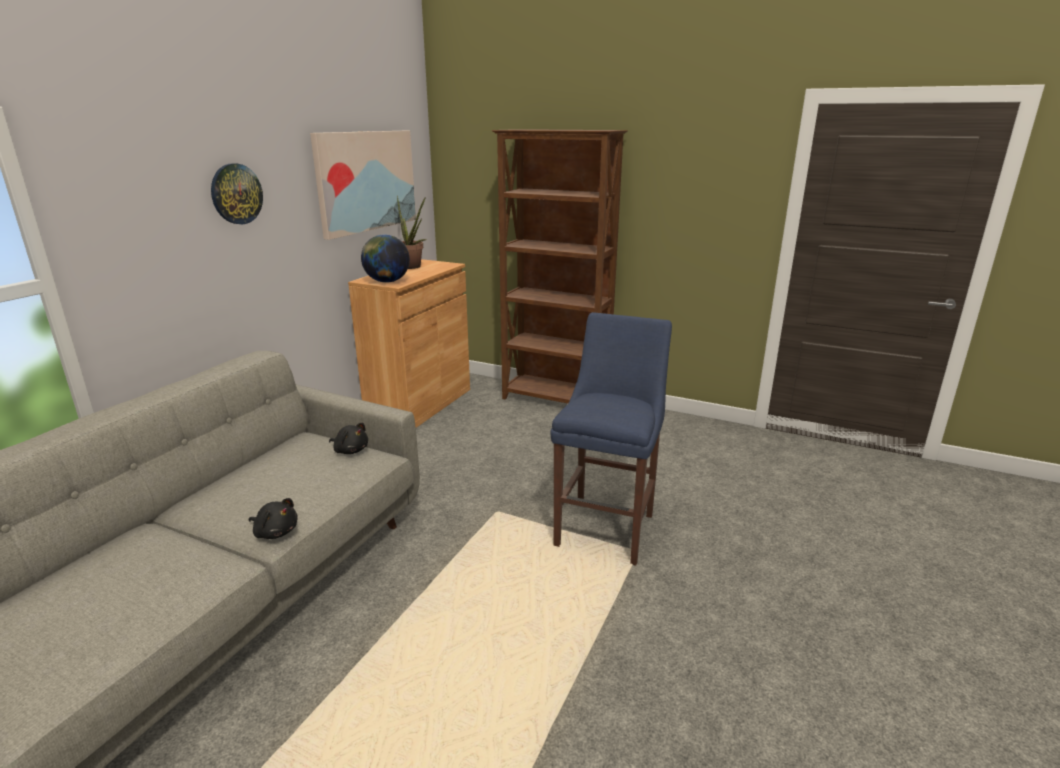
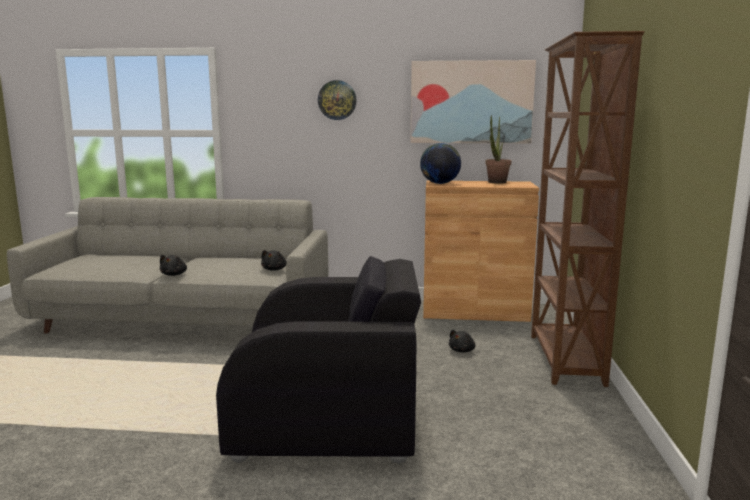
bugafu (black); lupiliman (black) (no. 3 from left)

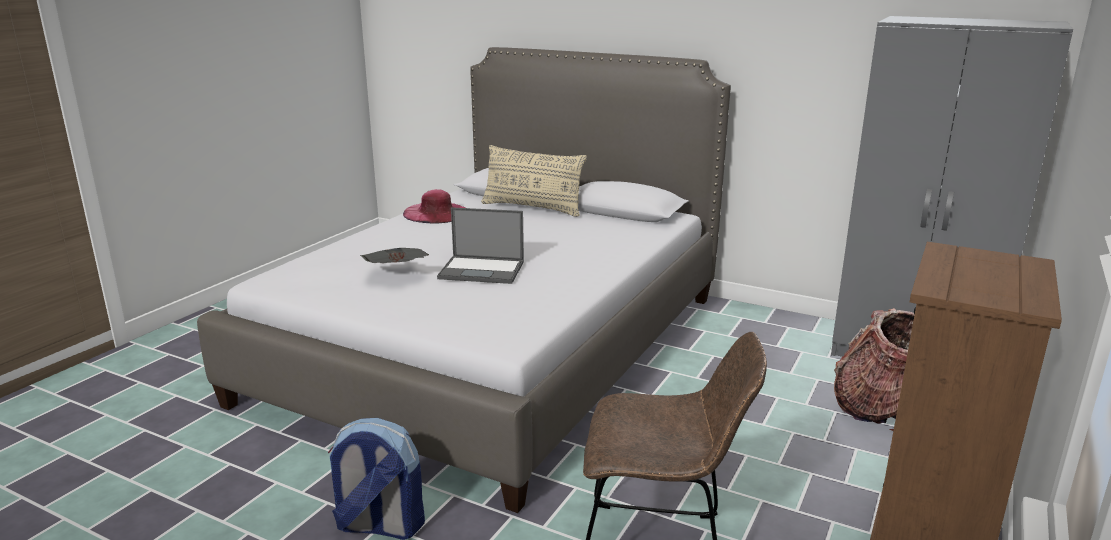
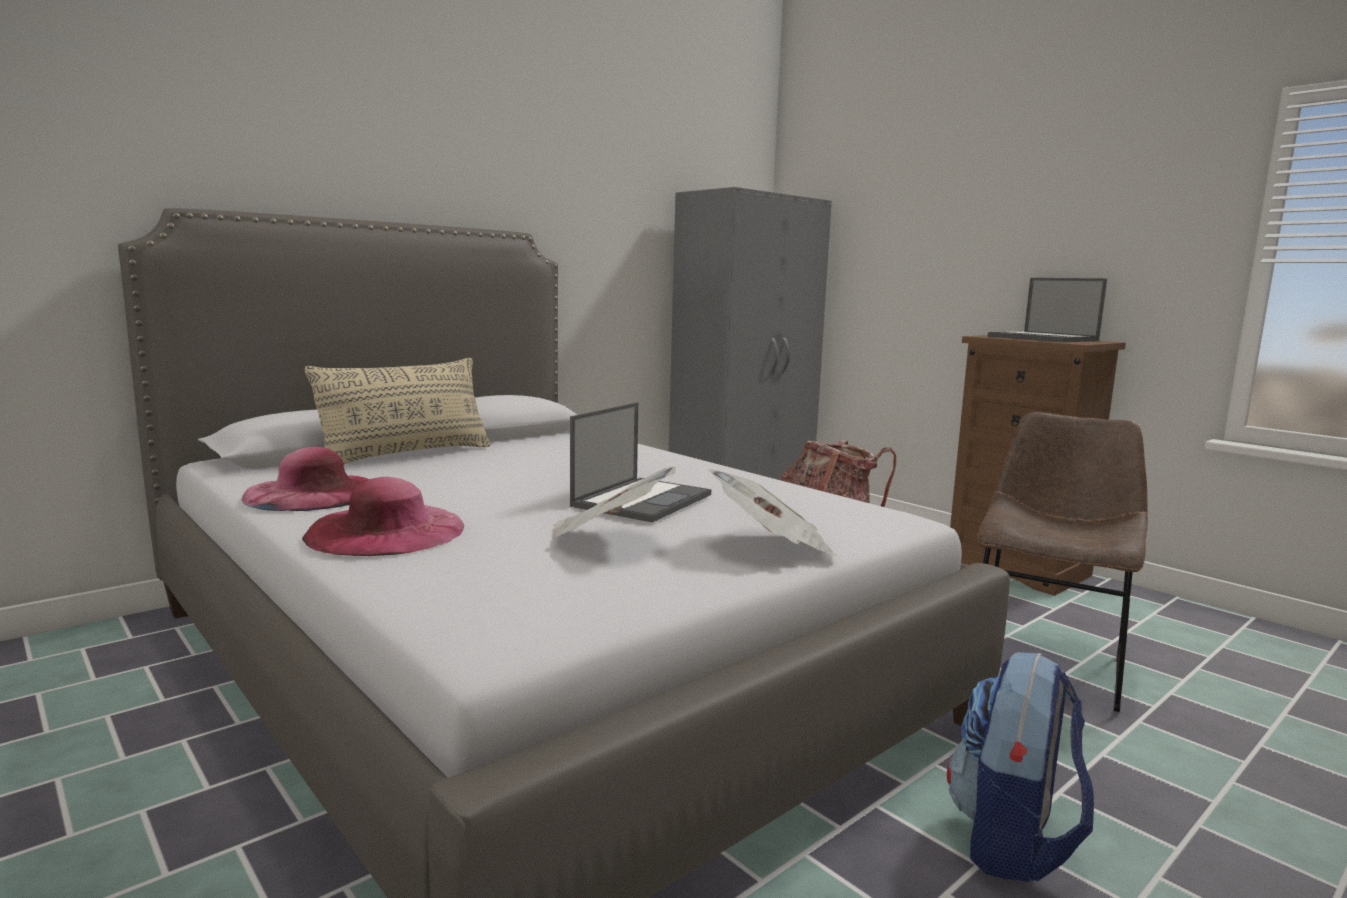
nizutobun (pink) (no. 2 from left); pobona (no. 2 from left); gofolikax (no. 2 from left)

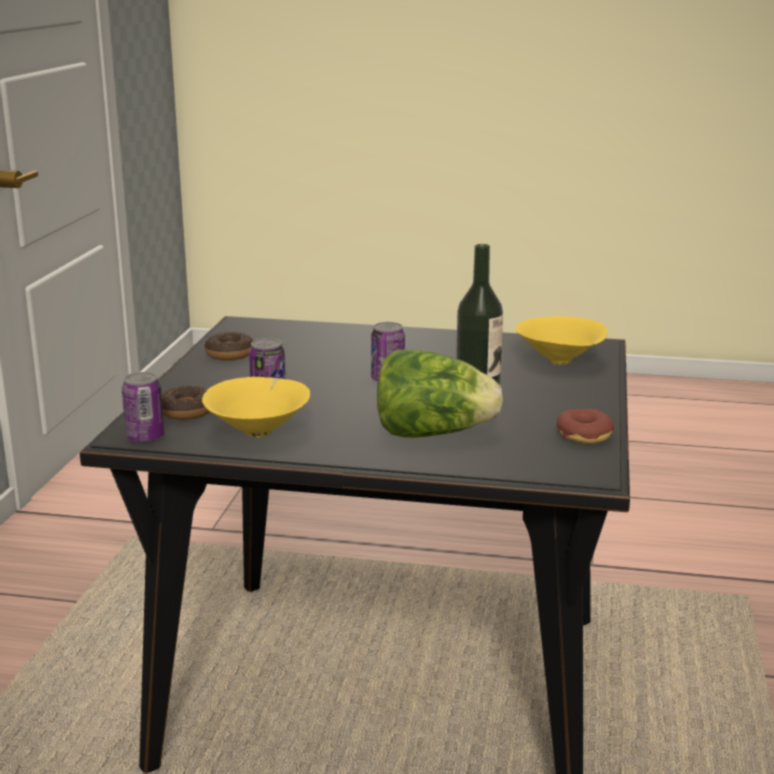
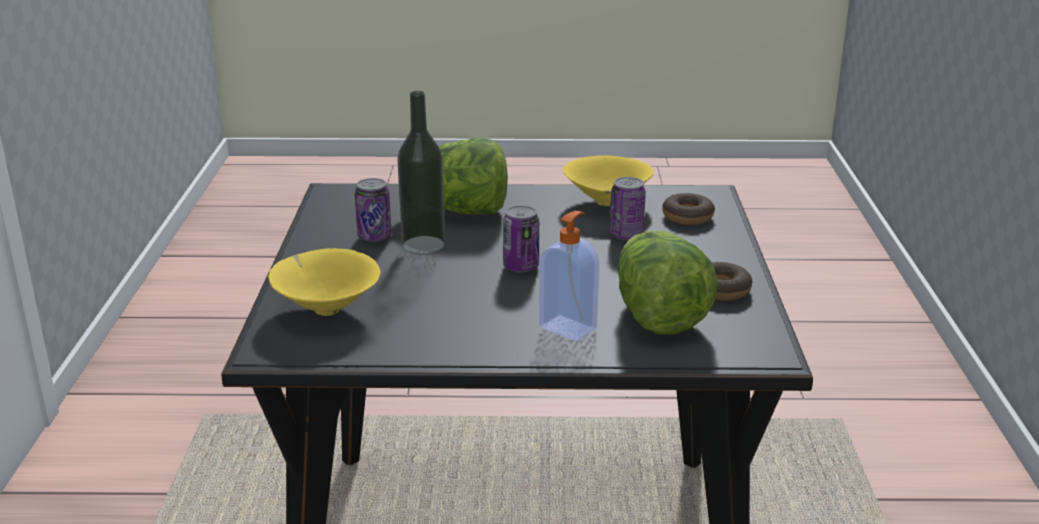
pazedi (no. 1 from left); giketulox; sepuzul (no. 2 from left); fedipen (no. 3 from left in the first image)

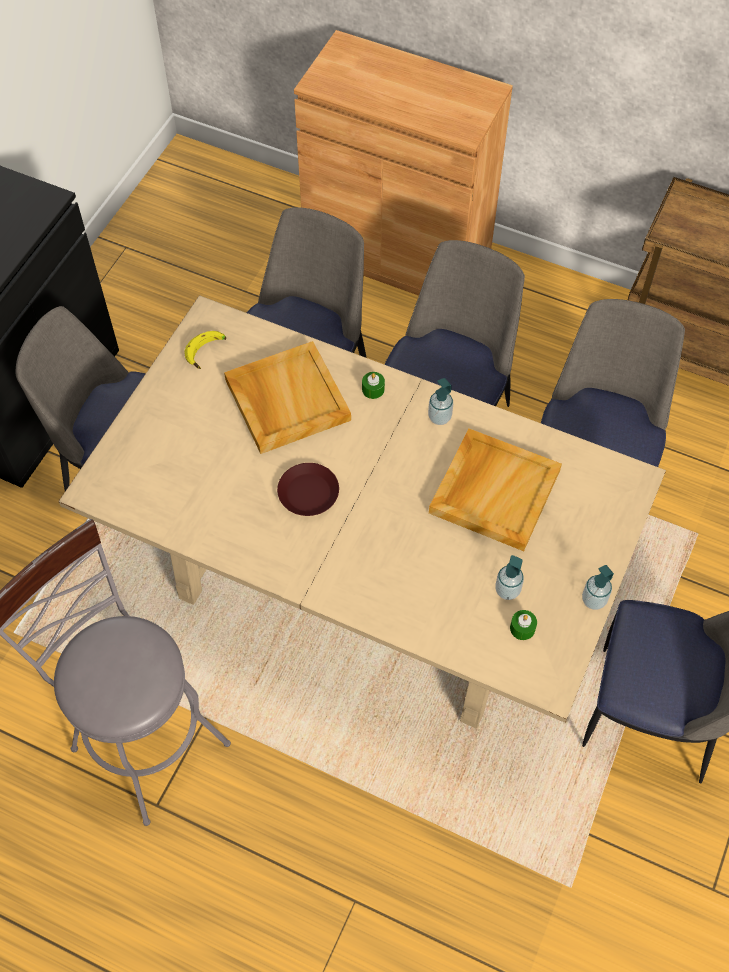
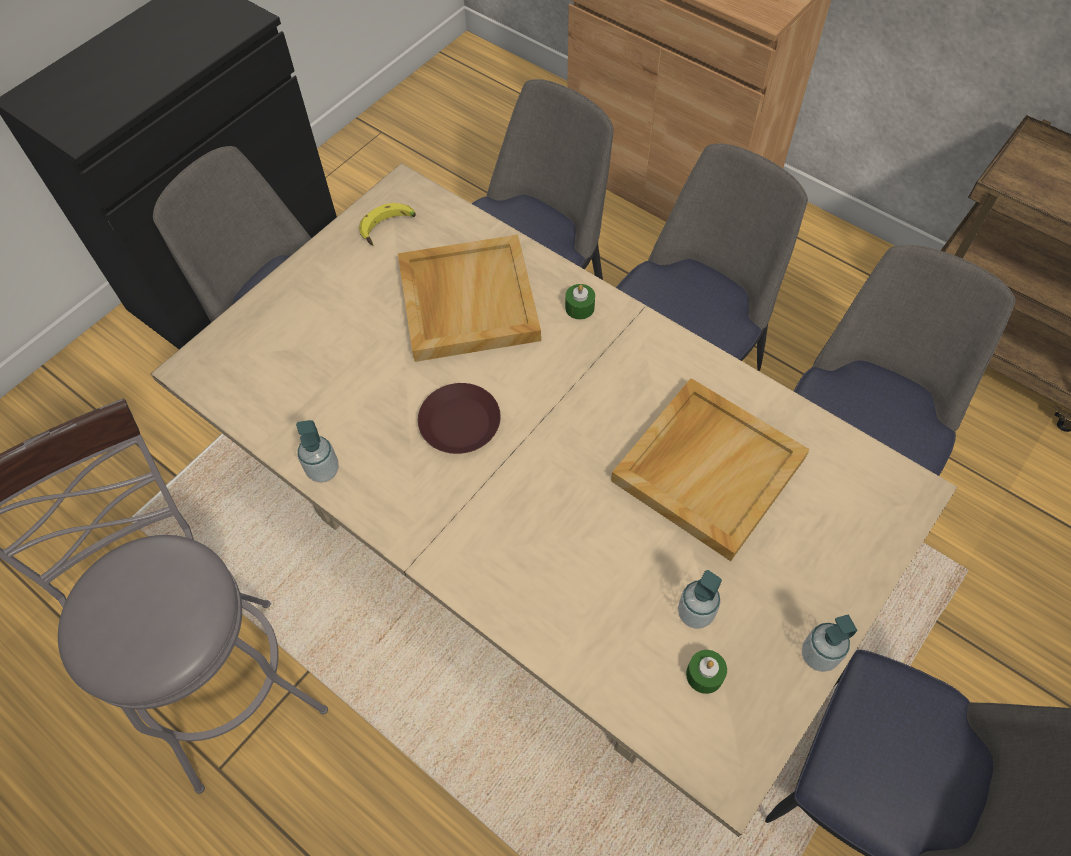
giketulox (no. 1 from left)

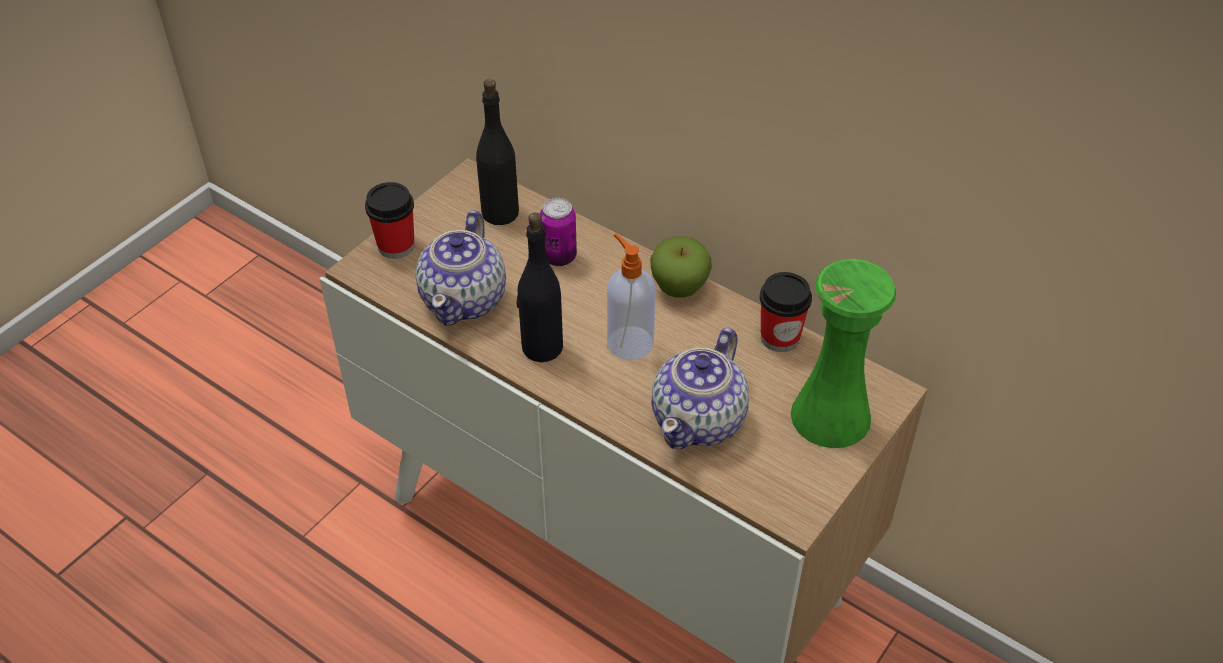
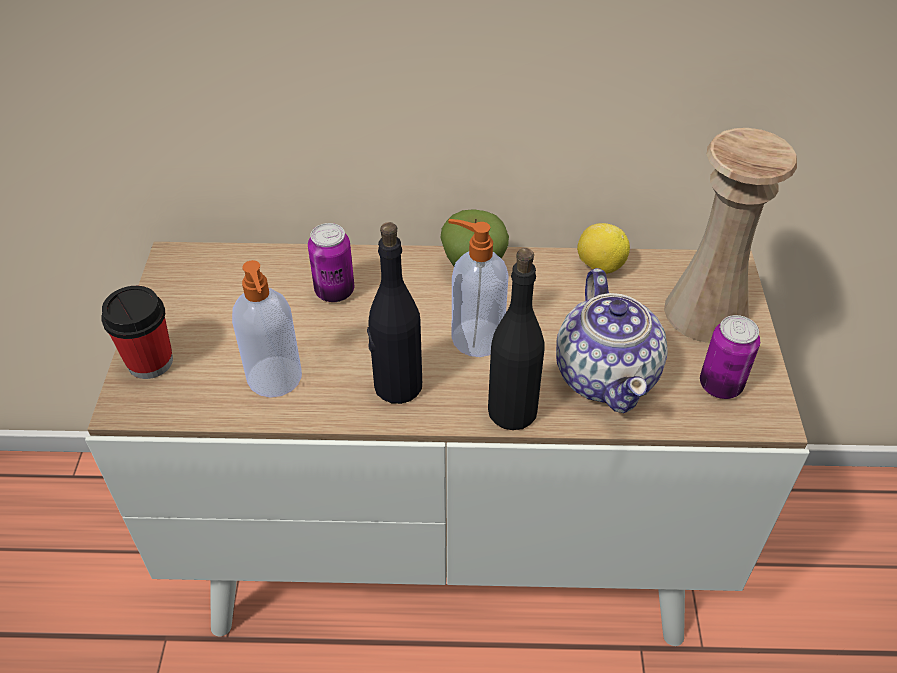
giketulox (no. 1 from left); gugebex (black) (no. 2 from left); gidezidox; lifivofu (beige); pazedi (no. 2 from left)

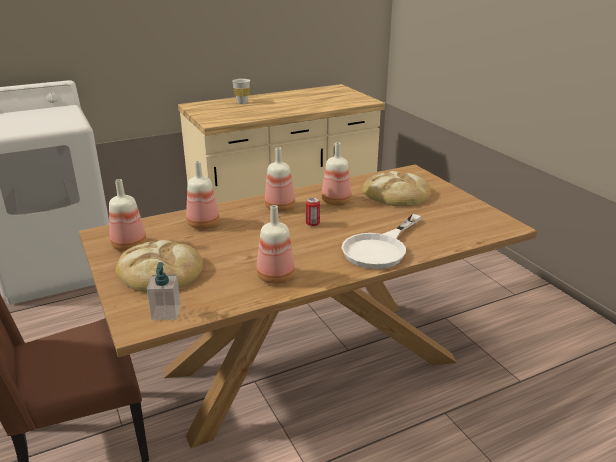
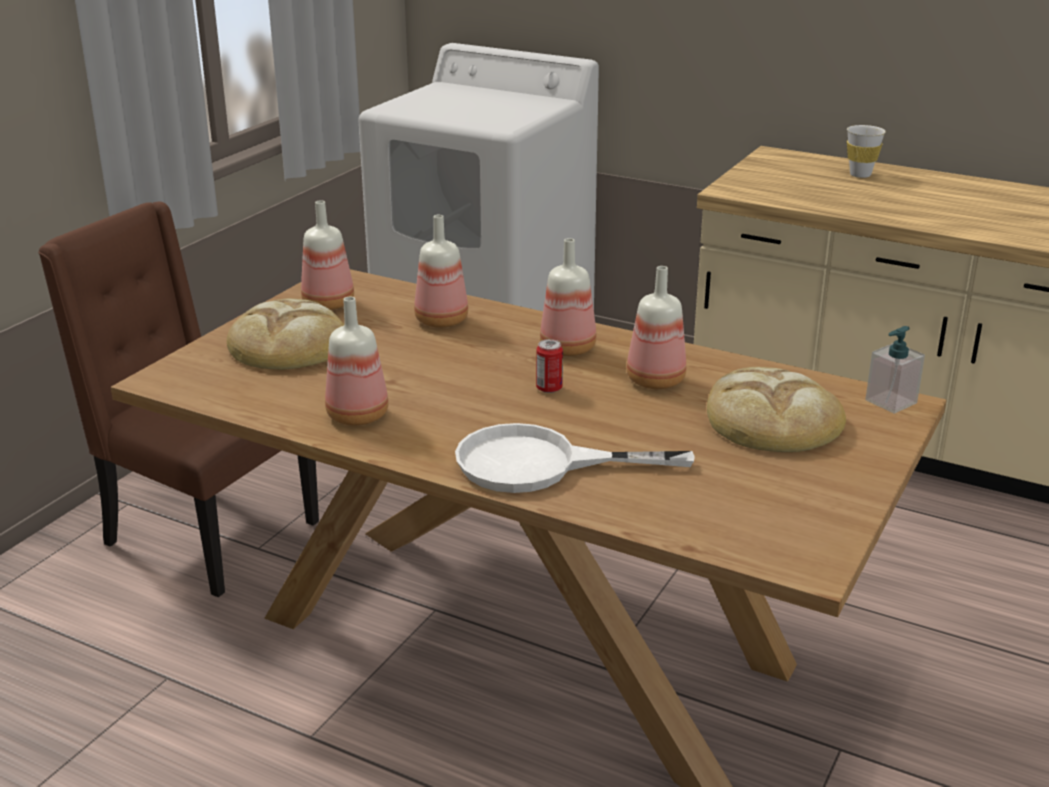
giketulox

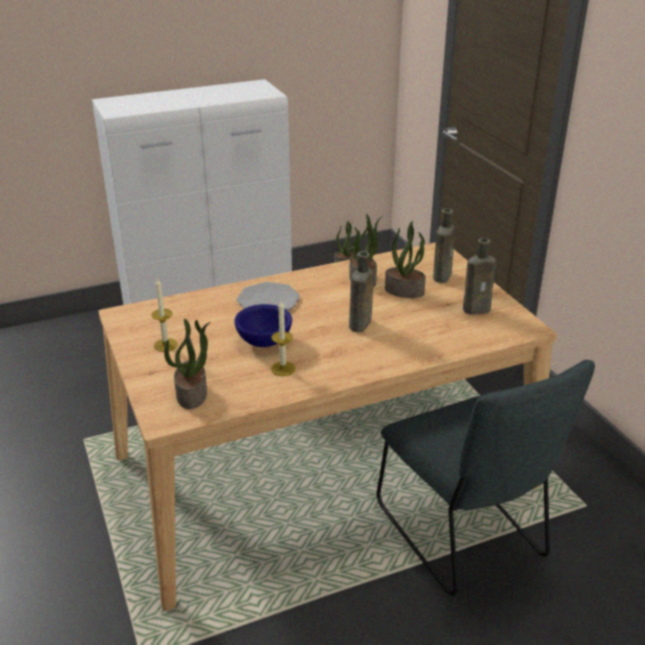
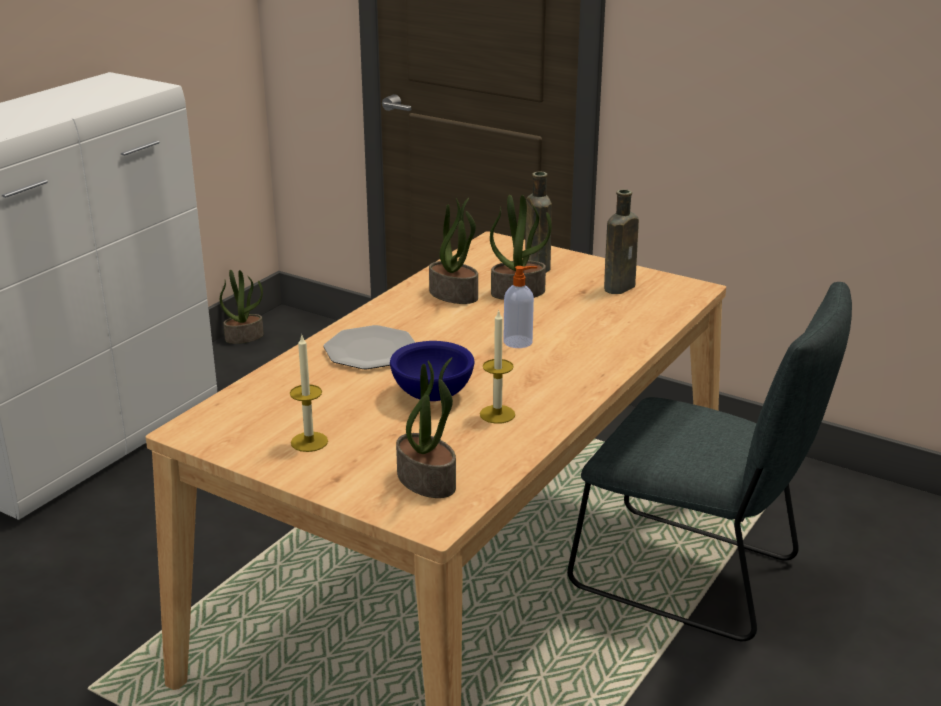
giketulox

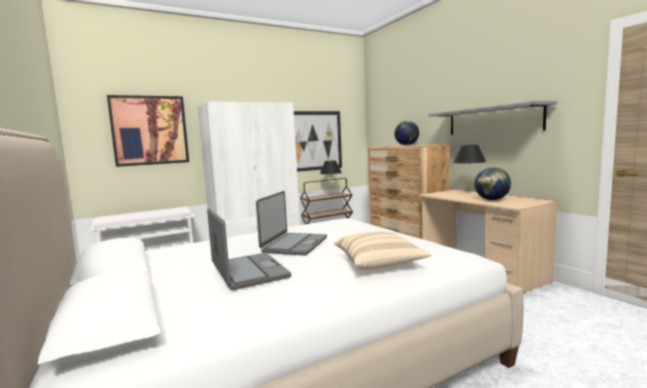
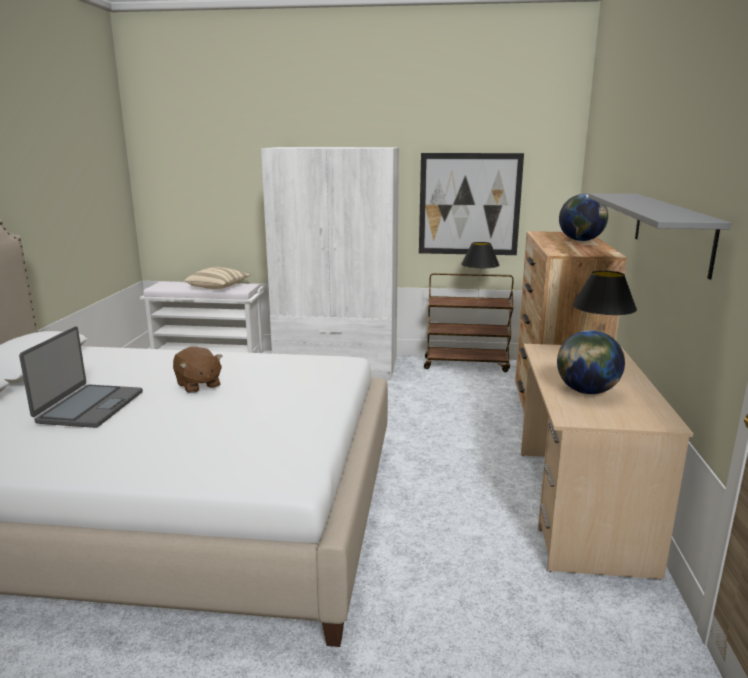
lupiliman (brown); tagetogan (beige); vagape (no. 1 from left in the first image)

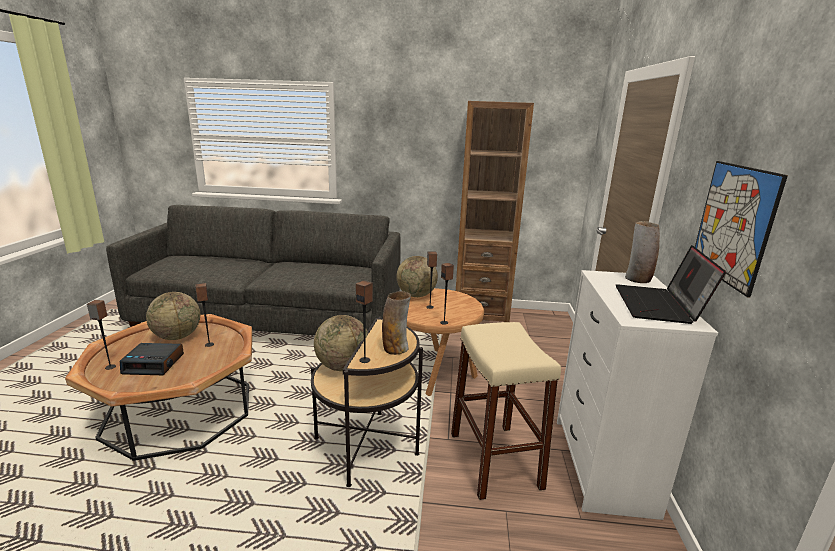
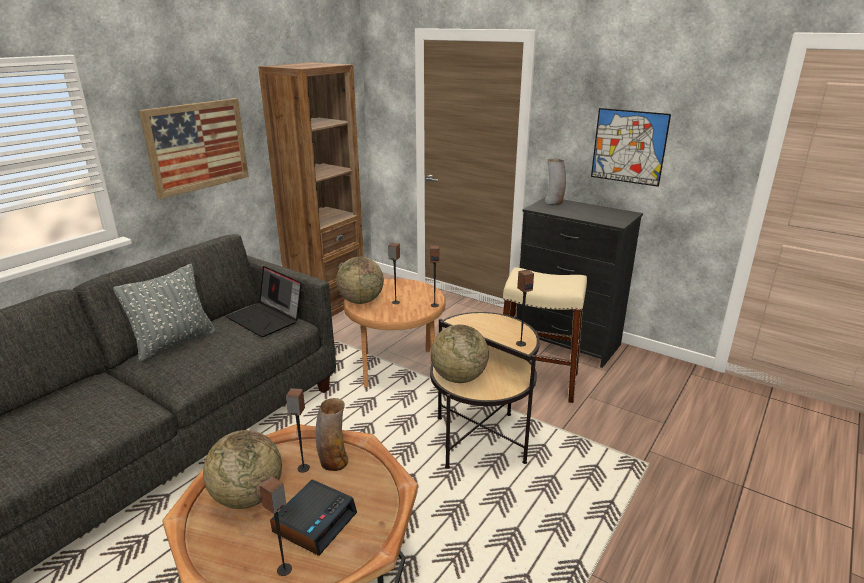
tagetogan (grey); vagape (no. 1 from left); gofolikax; lifivofu (no. 1 from left); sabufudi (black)

